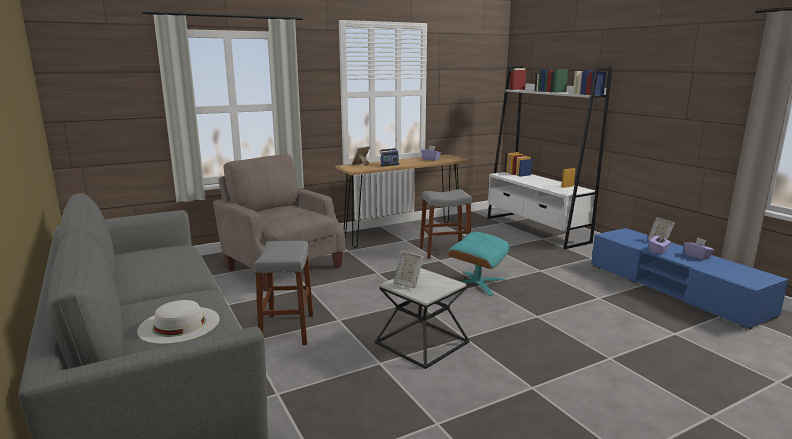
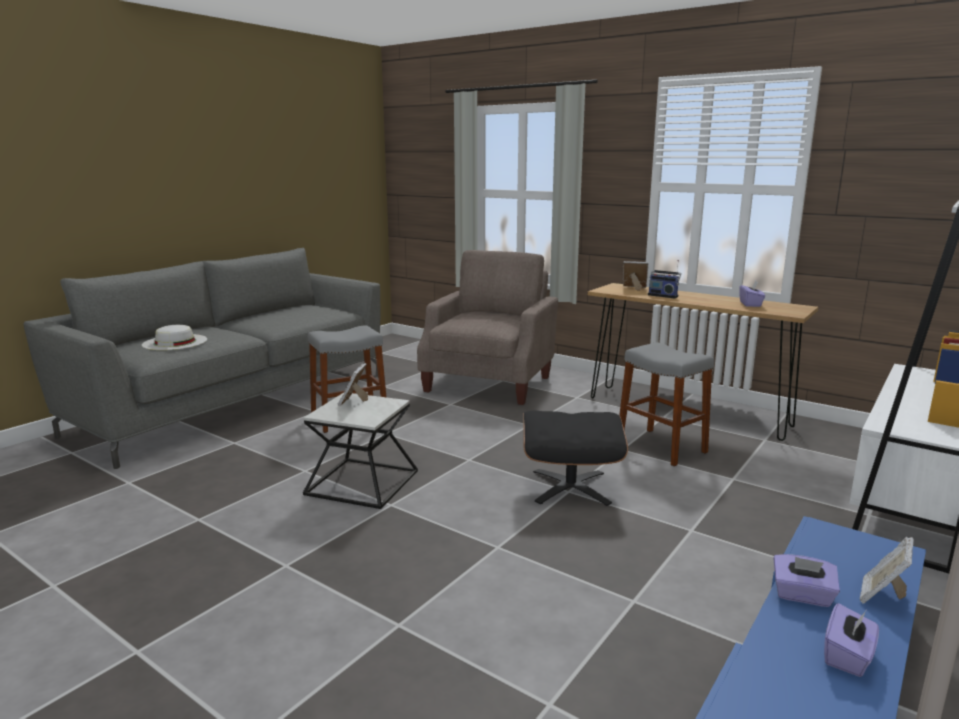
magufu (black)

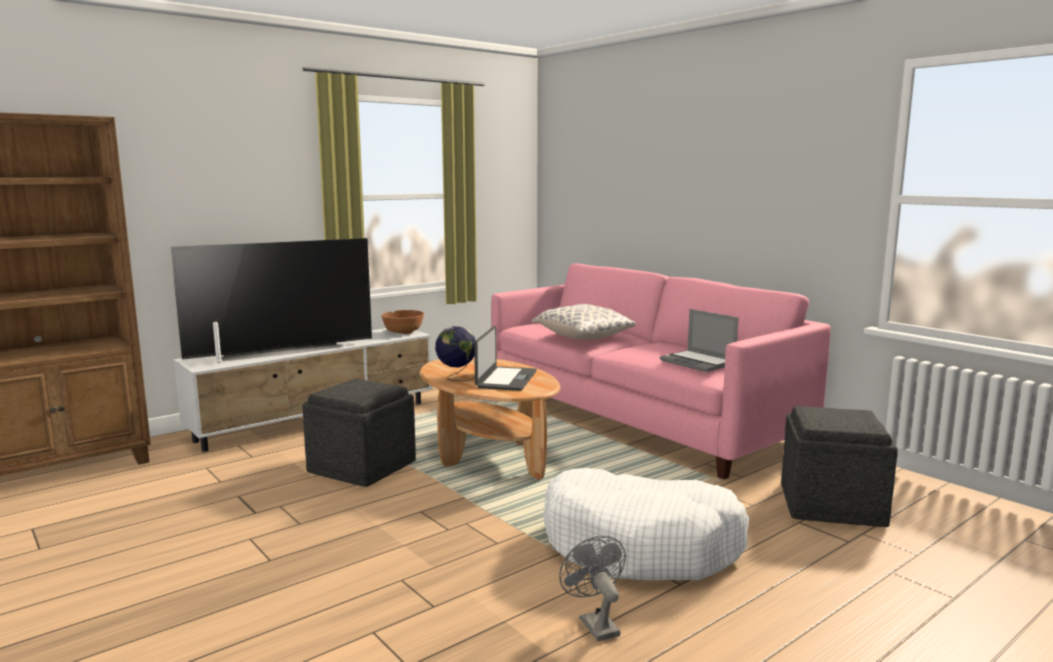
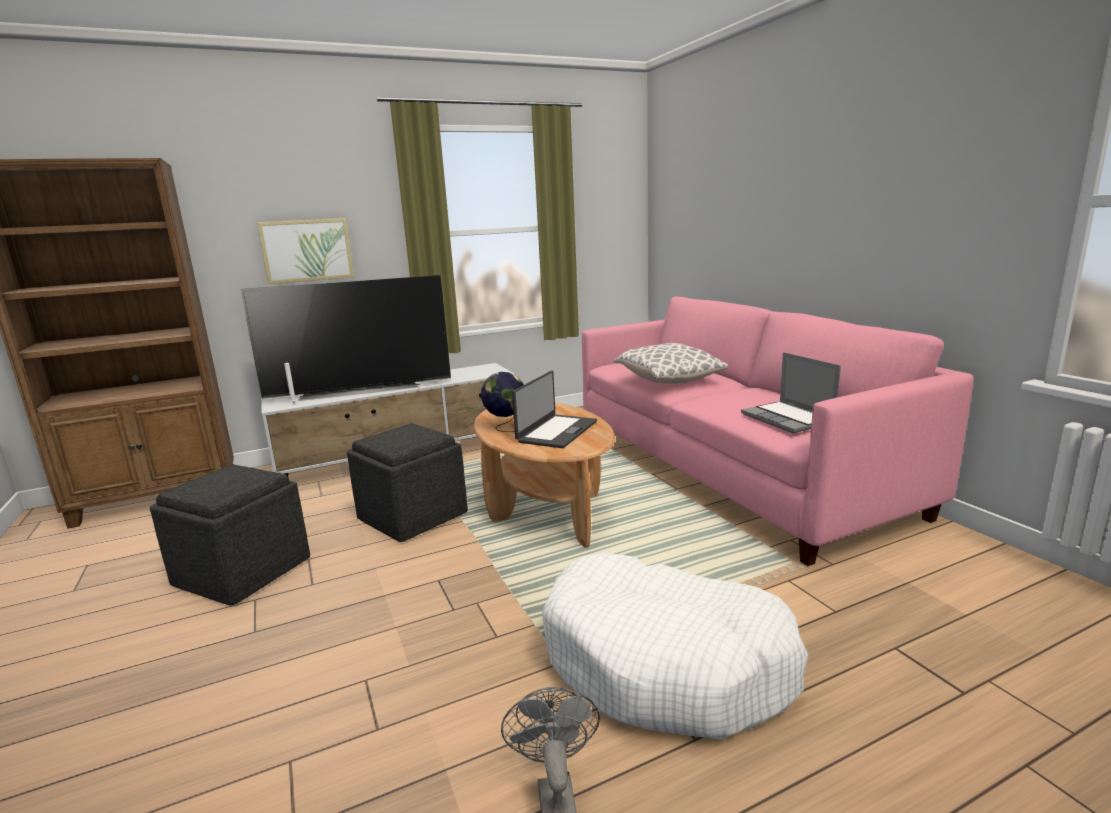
magufu (grey) (no. 1 from left); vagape; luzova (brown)

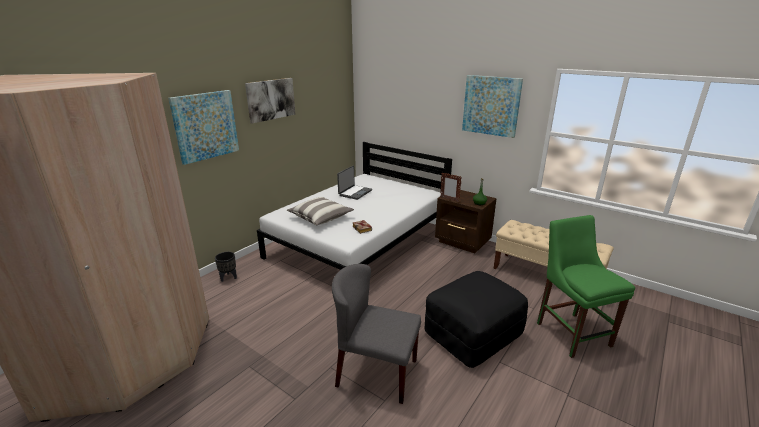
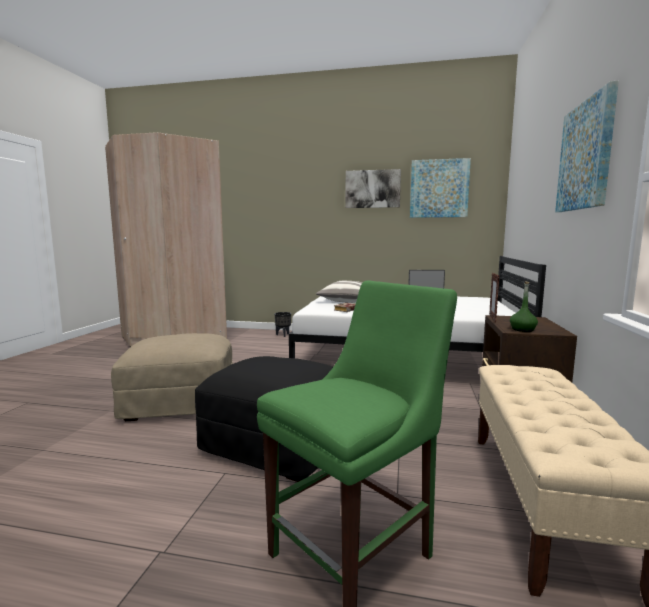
magufu (beige); vagape (no. 2 from left)

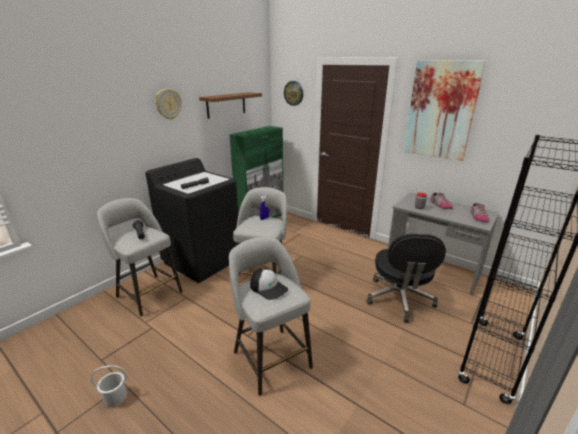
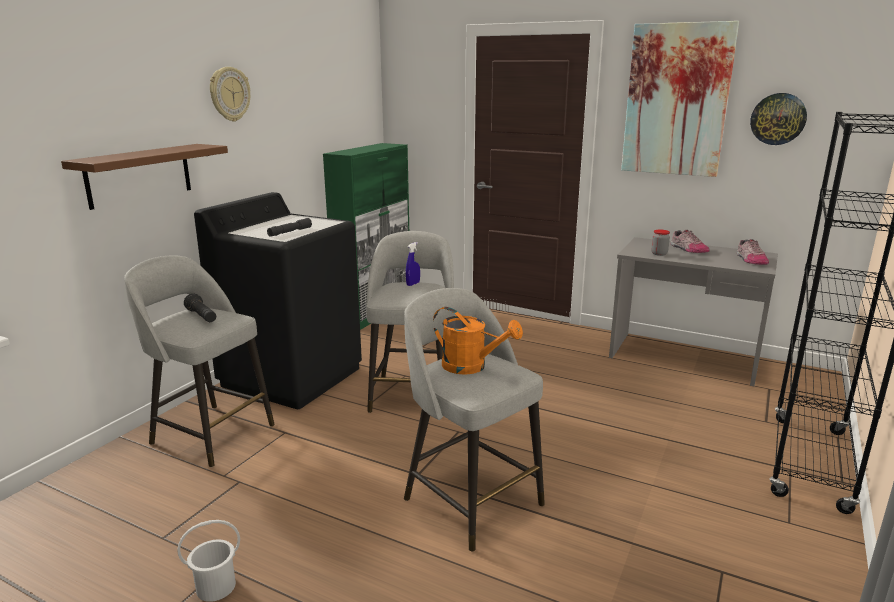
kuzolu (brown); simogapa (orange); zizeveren (no. 2 from left); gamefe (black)

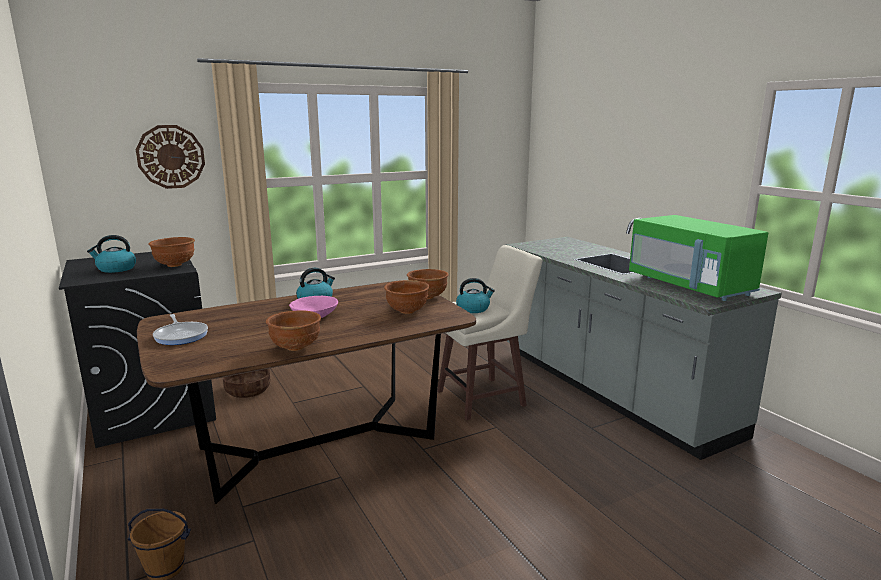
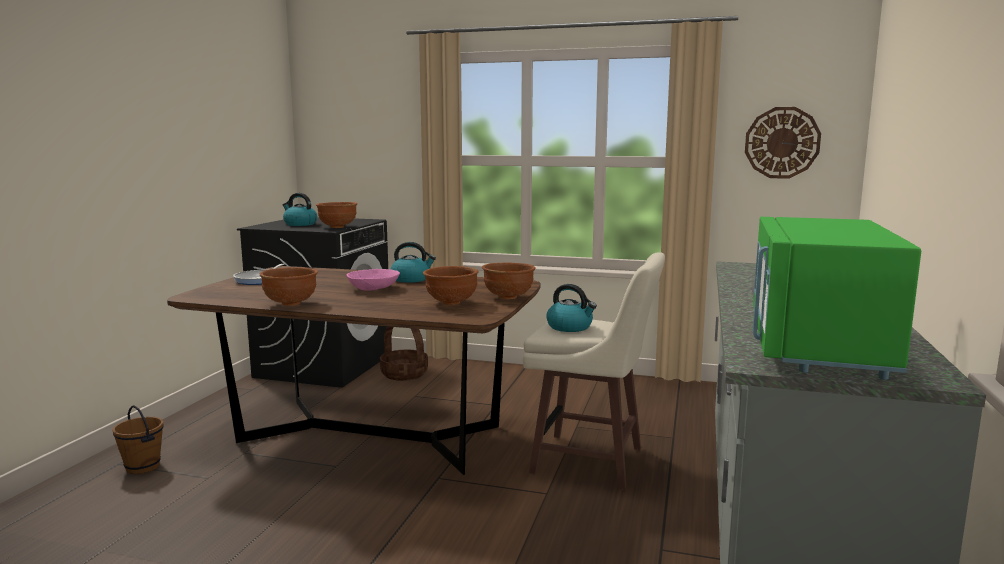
zizeveren

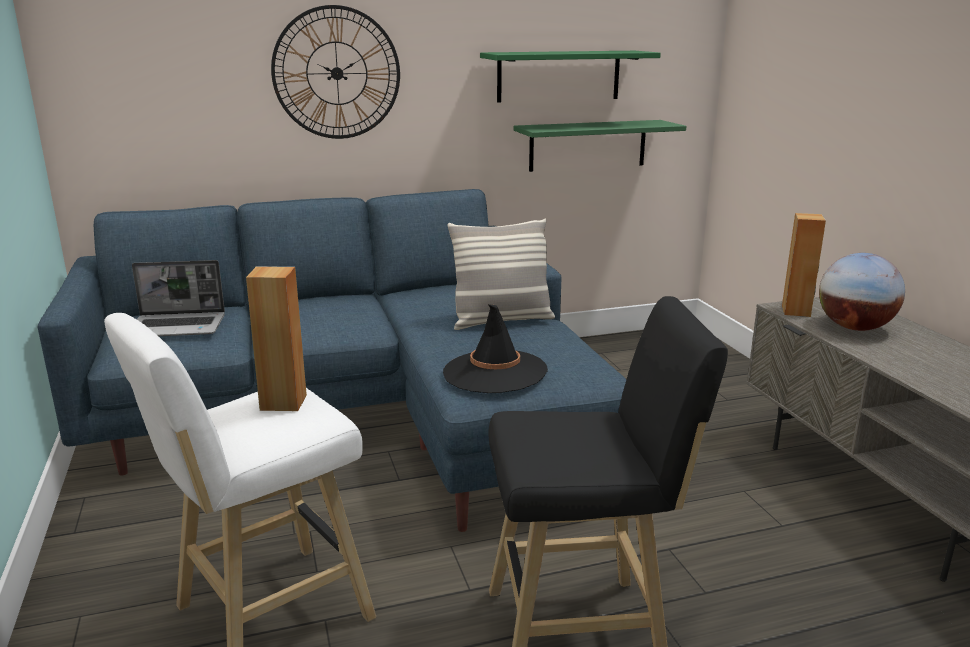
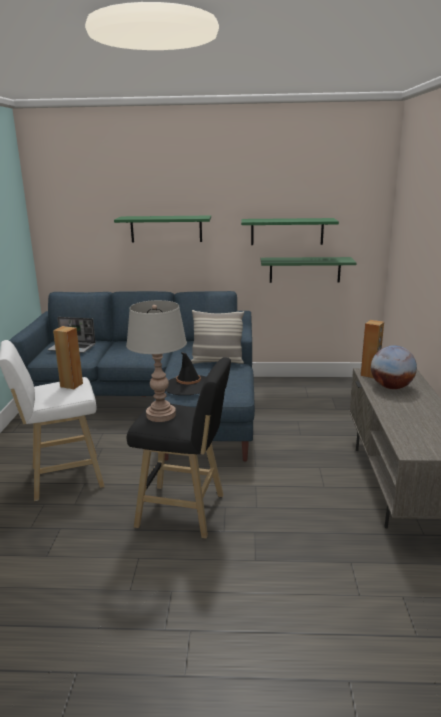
kuzolu (green) (no. 1 from left); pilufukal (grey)

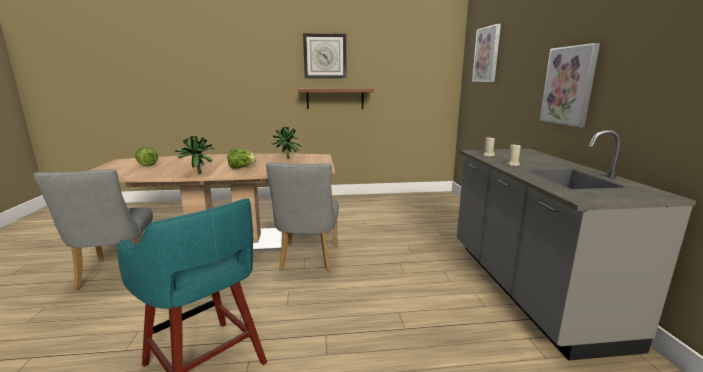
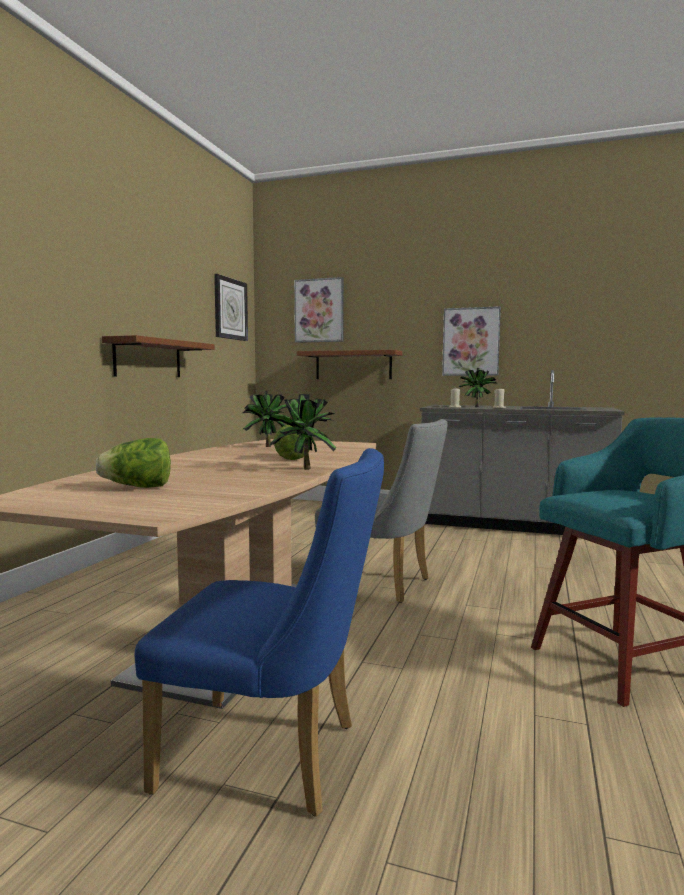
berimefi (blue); zizeveren; kuzolu (brown) (no. 2 from left); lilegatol (no. 3 from left)

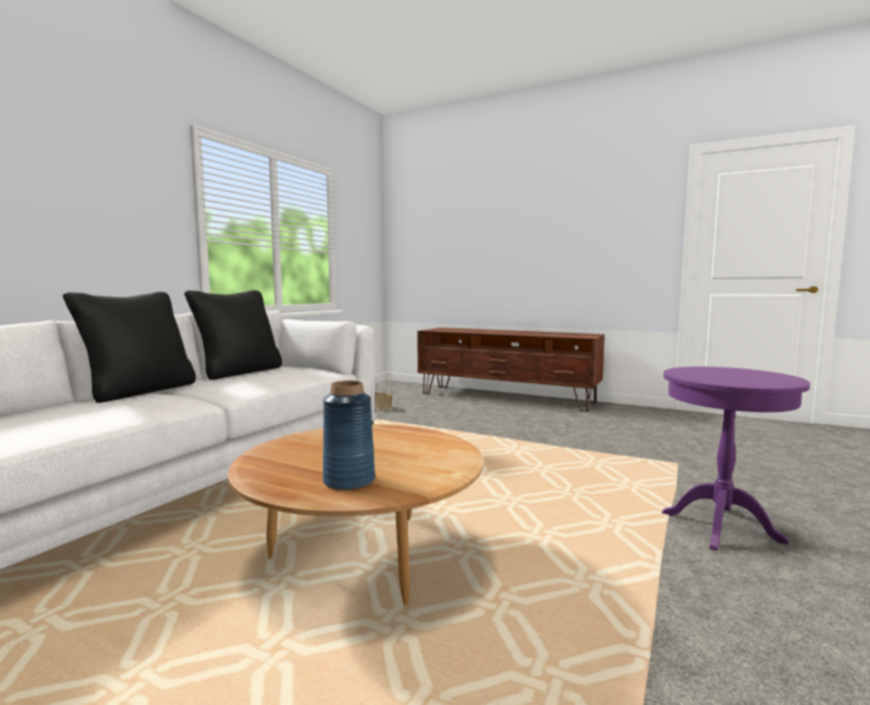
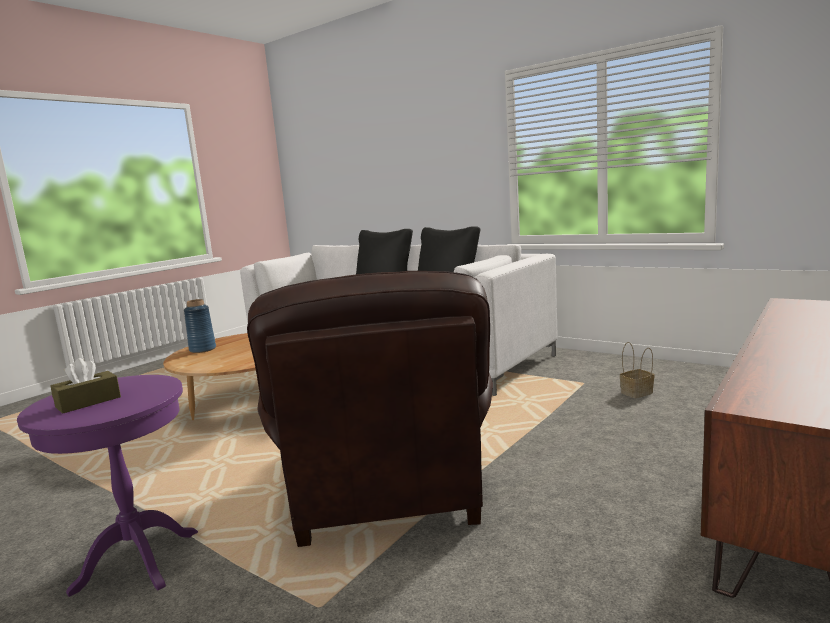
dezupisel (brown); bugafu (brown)

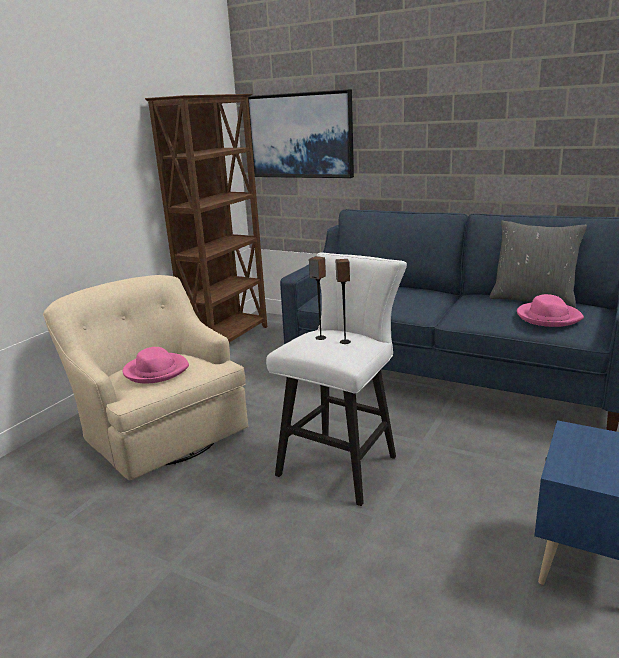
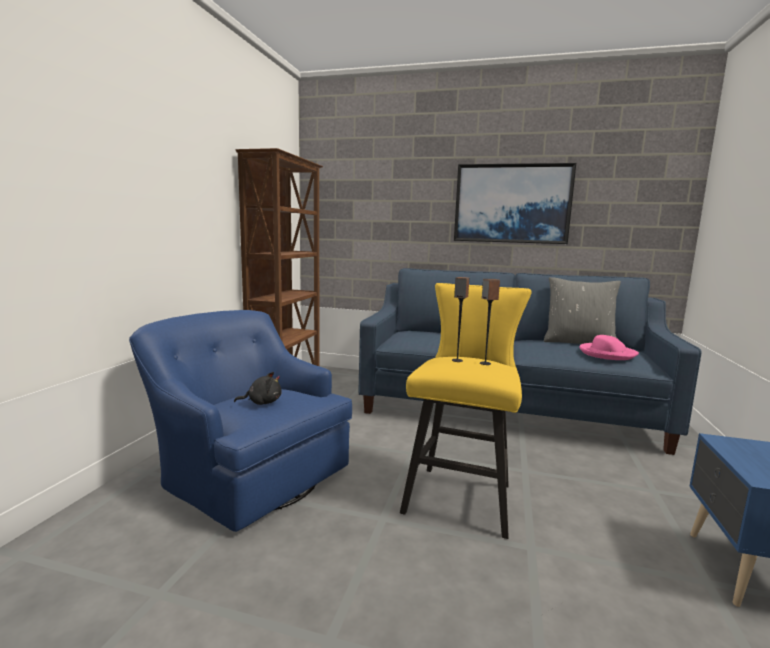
bugafu (blue); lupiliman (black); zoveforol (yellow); vagape

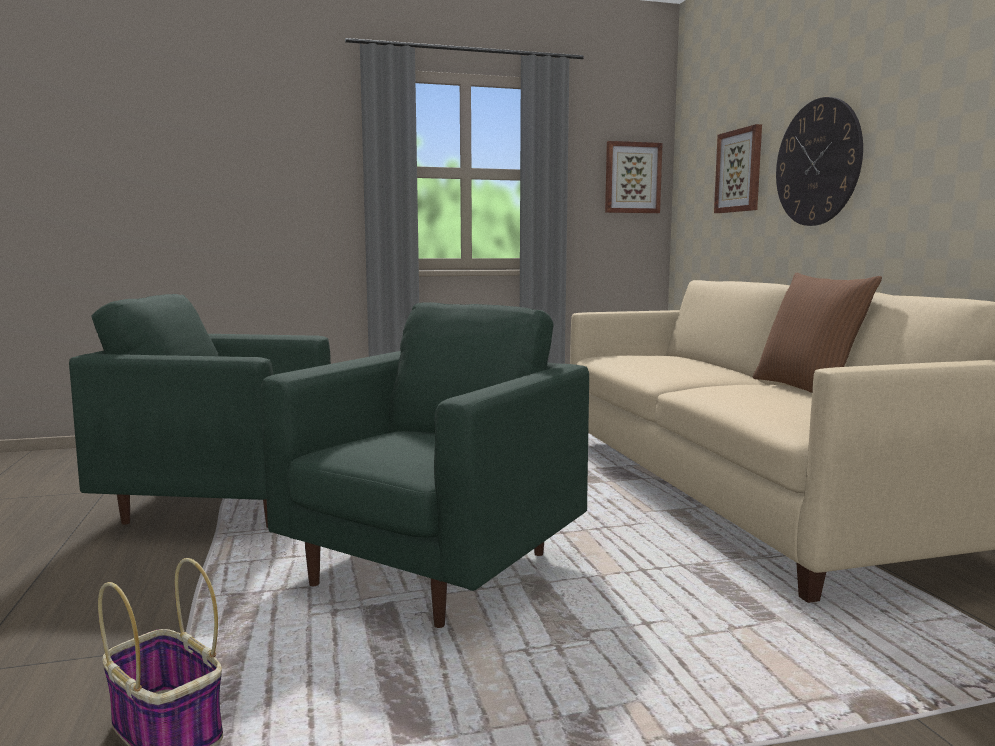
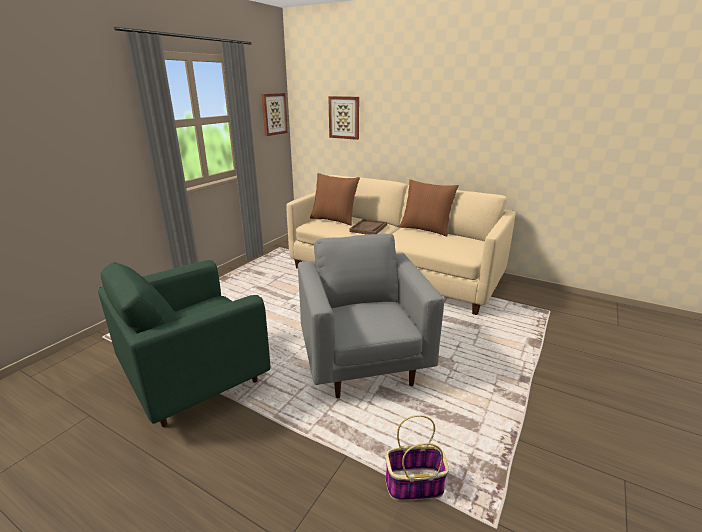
bugafu (grey); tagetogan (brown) (no. 1 from left); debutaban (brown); zizeveren

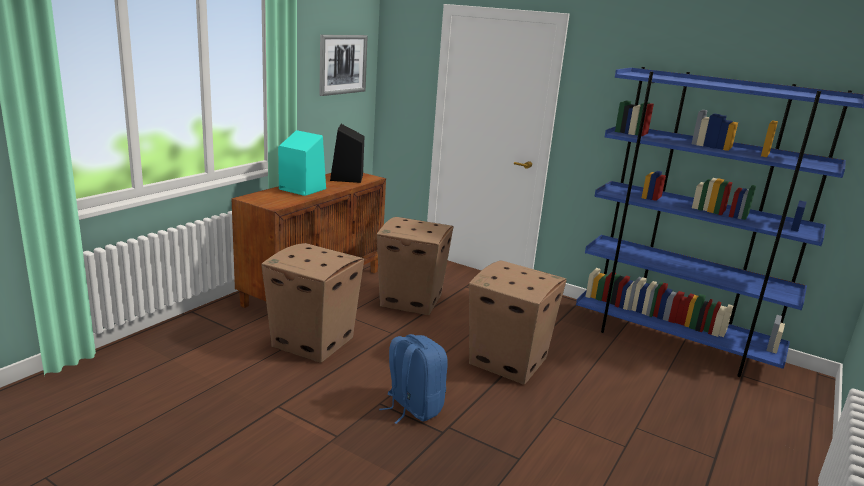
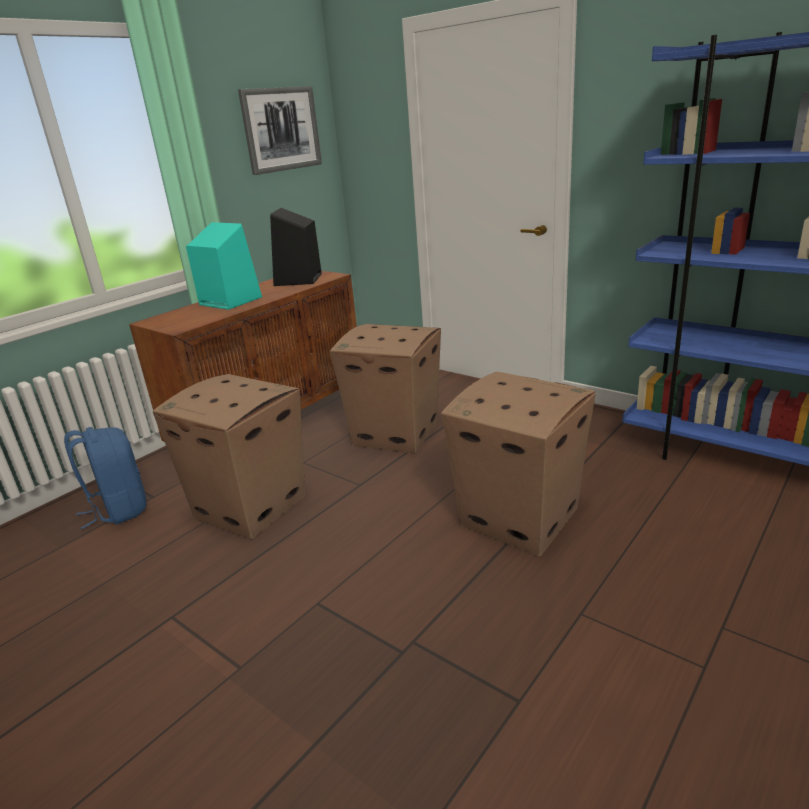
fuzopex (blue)

